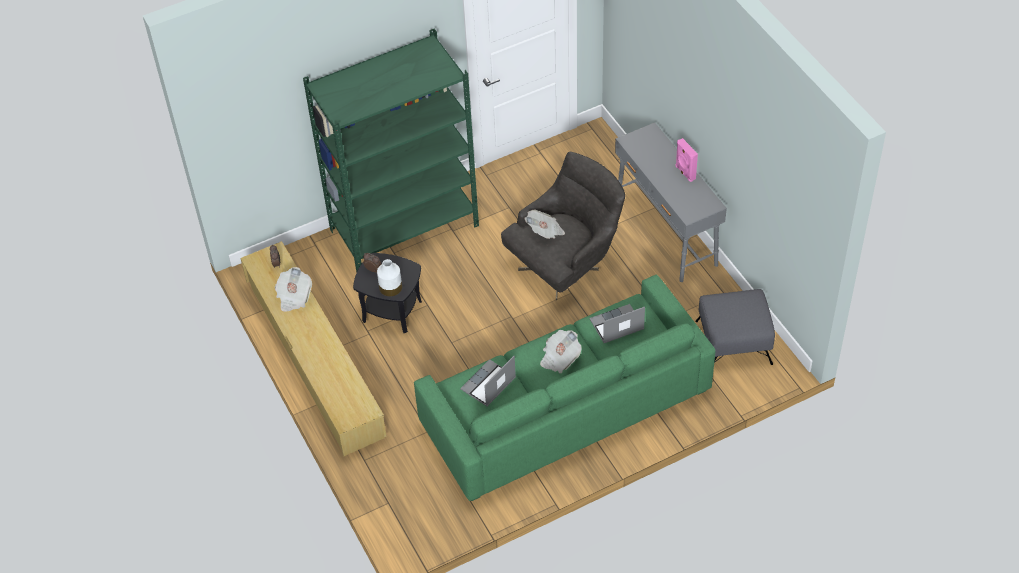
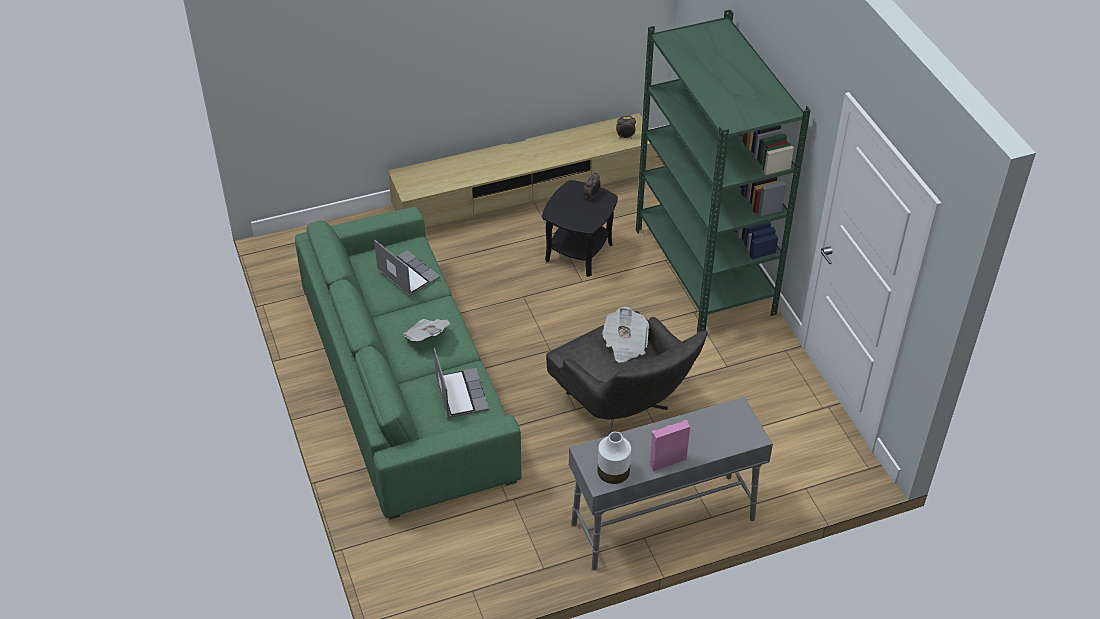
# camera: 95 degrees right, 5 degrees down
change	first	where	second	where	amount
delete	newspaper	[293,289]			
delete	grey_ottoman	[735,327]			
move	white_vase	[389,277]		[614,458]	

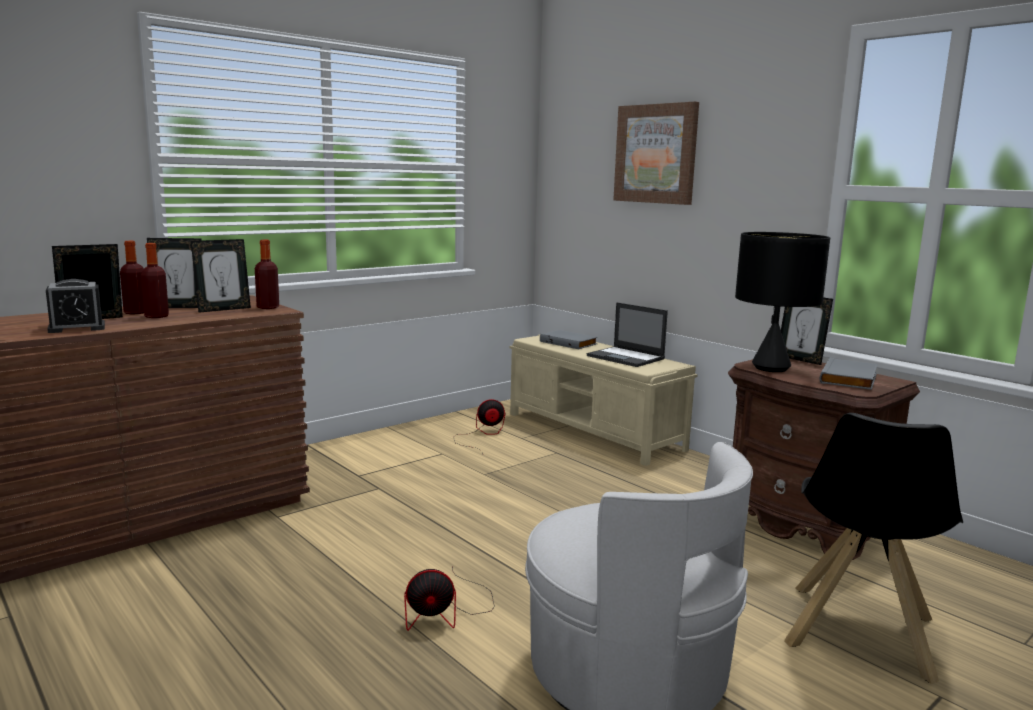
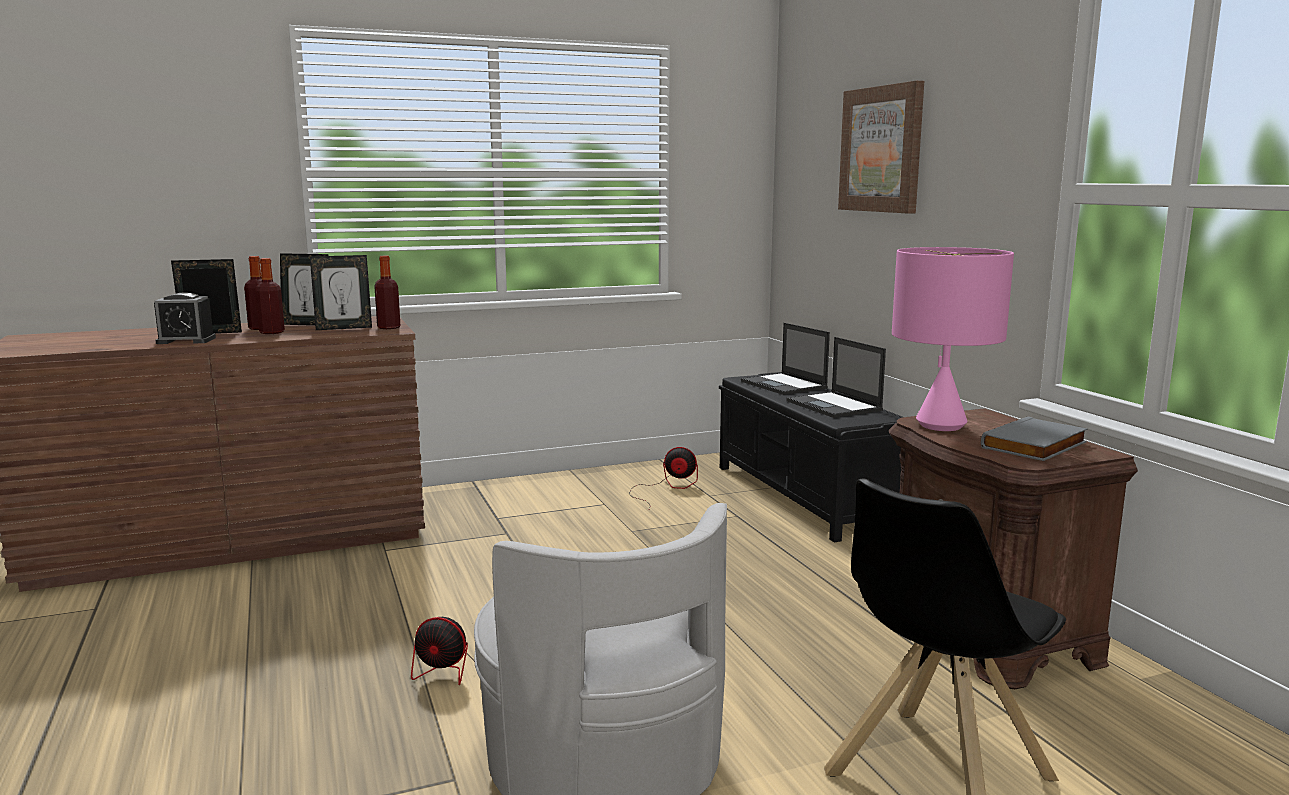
# camera: 20 degrees right, 0 degrees up
change	first	where	second	where	amount
delete	picture_frame	[807,331]			
replace	grey_book	[569,339]	laptop	[785,359]	
recolor	beige_bench	[604,400]	black_bench	[811,457]	
recolor	black_table_lamp	[782,302]	pink_table_lamp	[953,339]	

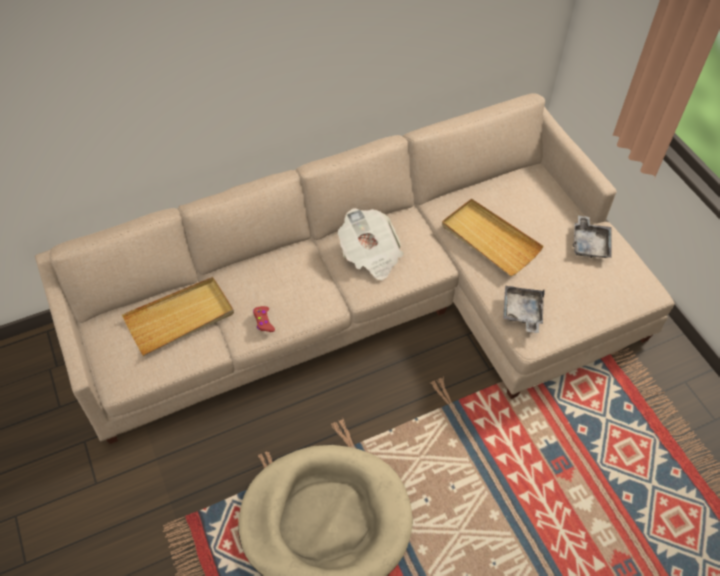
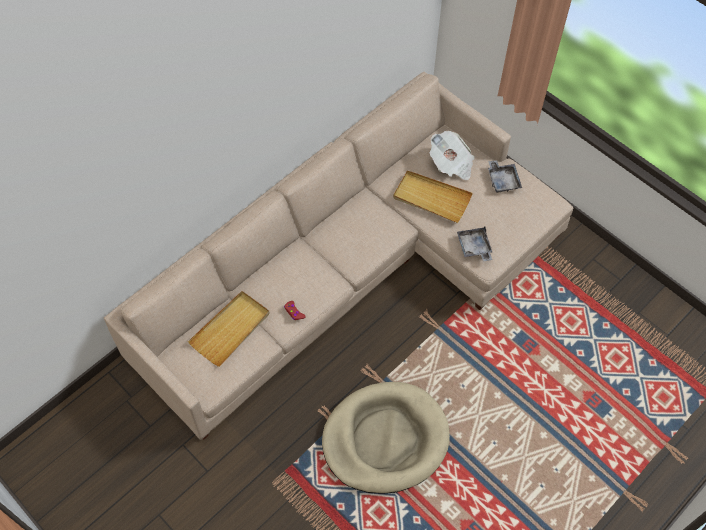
# camera: 20 degrees left, 5 degrees up
change	first	where	second	where	amount
move	newspaper	[370,244]		[452,155]	

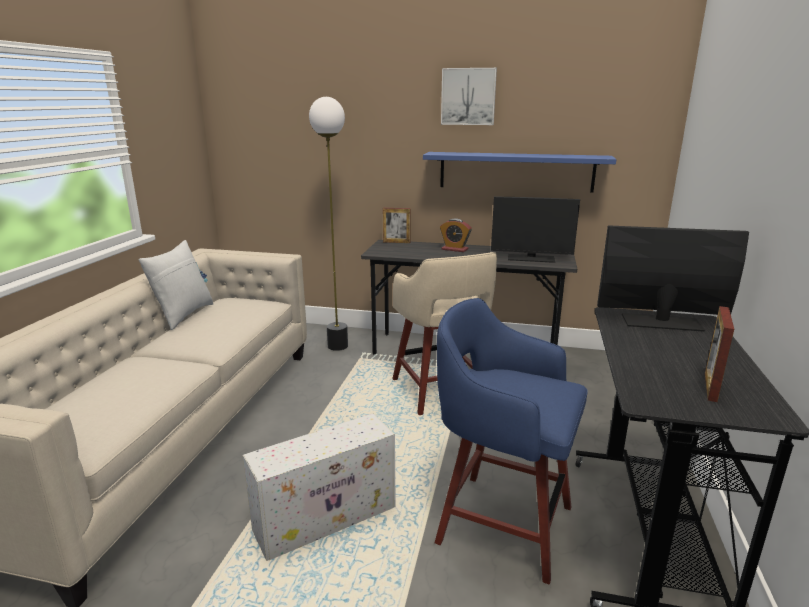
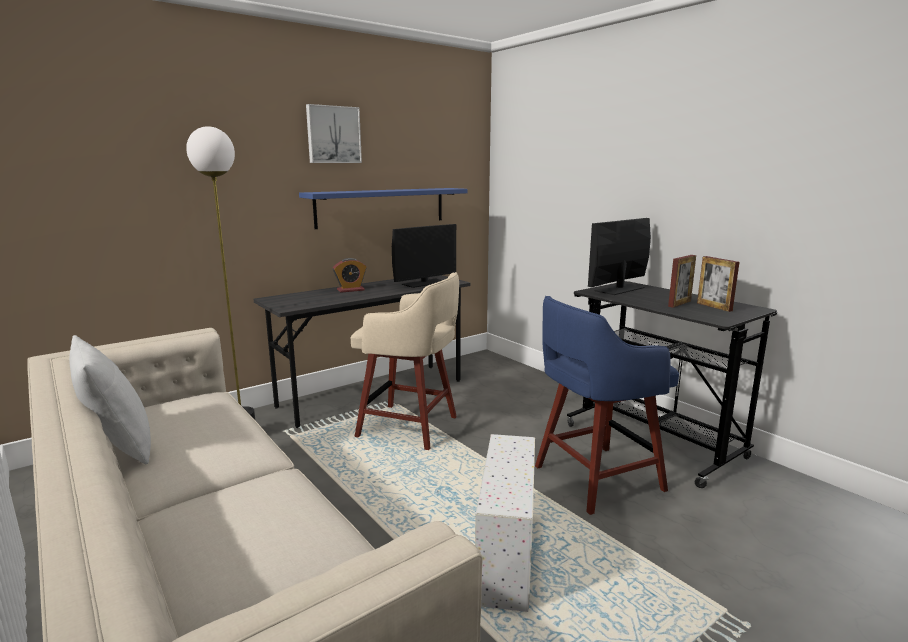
# camera: 50 degrees left, 5 degrees down
change	first	where	second	where	amount
move	picture_frame	[397,225]		[682,281]	

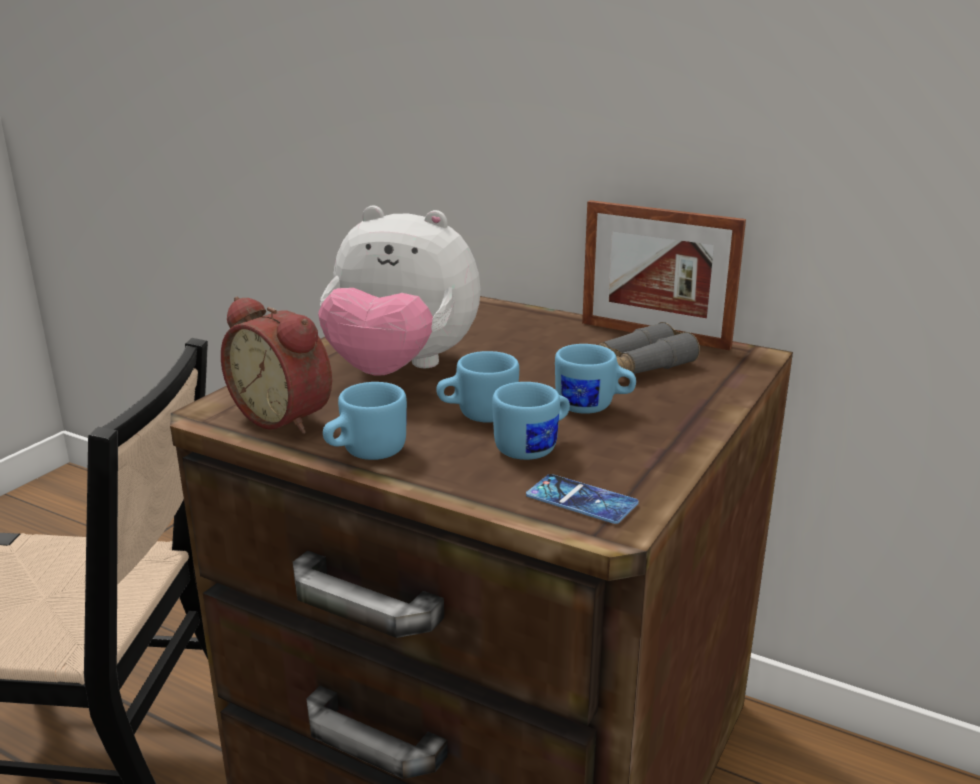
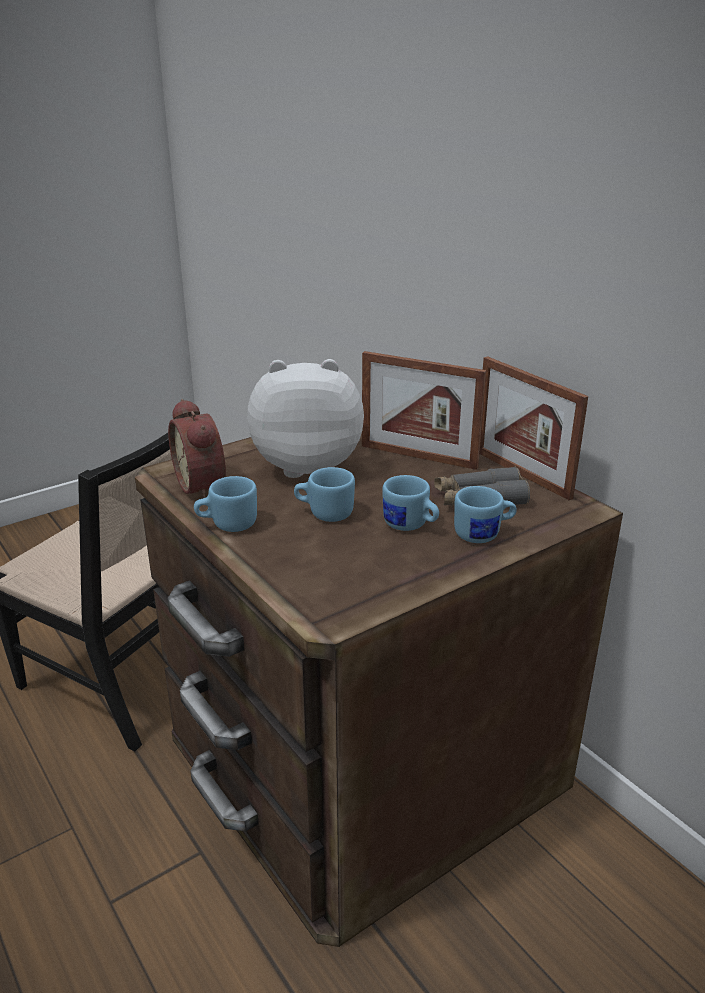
# camera: 25 degrees right, 5 degrees up
change	first	where	second	where	amount
delete	phone	[582,499]			
insert			picture_frame	[424,410]	
move	blue_mug	[531,421]		[485,514]	
rotate	plush_toy	[399,290]		[305,418]	135 degrees clockwise

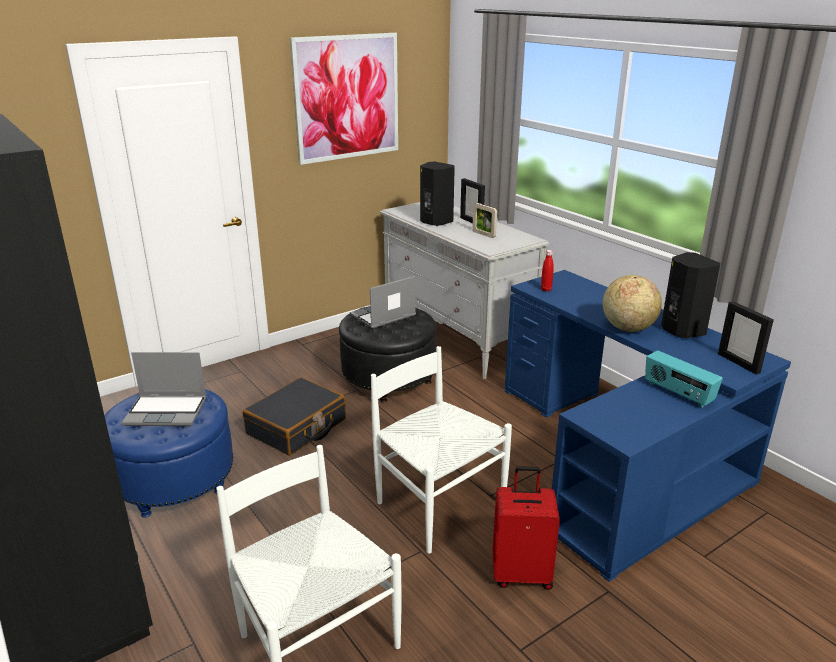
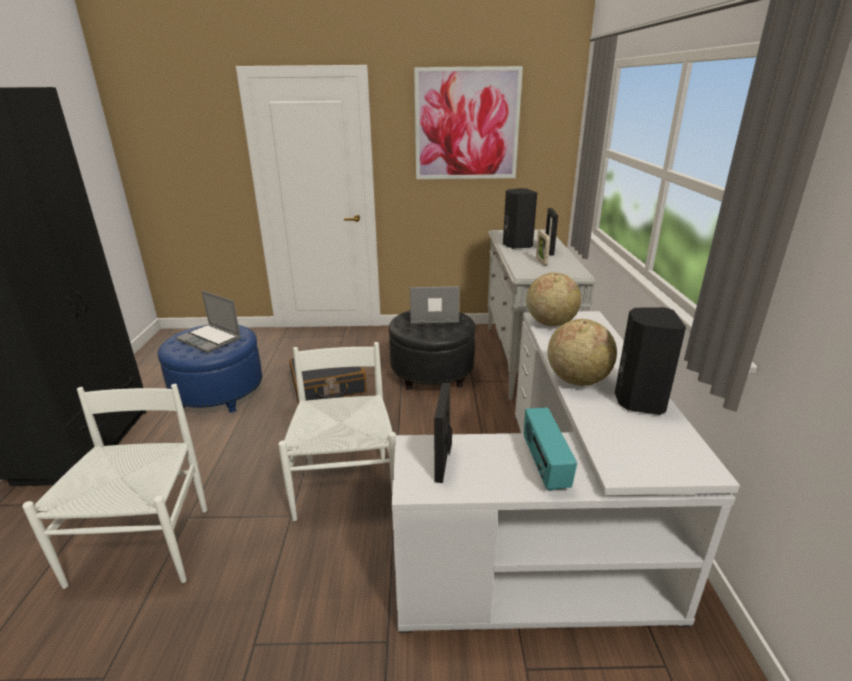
# camera: 35 degrees right, 0 degrees up
change	first	where	second	where	amount
delete	red_suitcase	[526,528]			
move	picture_frame	[746,338]		[443,433]	
replace	red_bottle	[547,271]	globe	[553,299]	
recolor	blue_desk	[648,426]	white_desk	[566,472]	

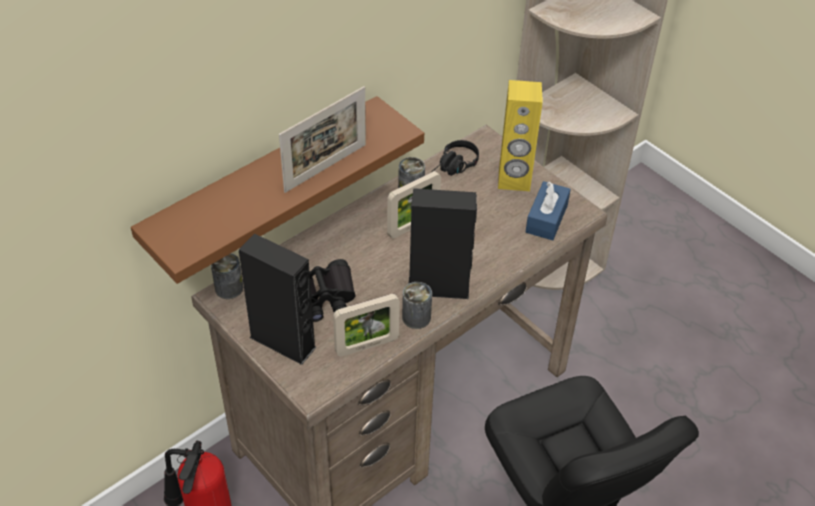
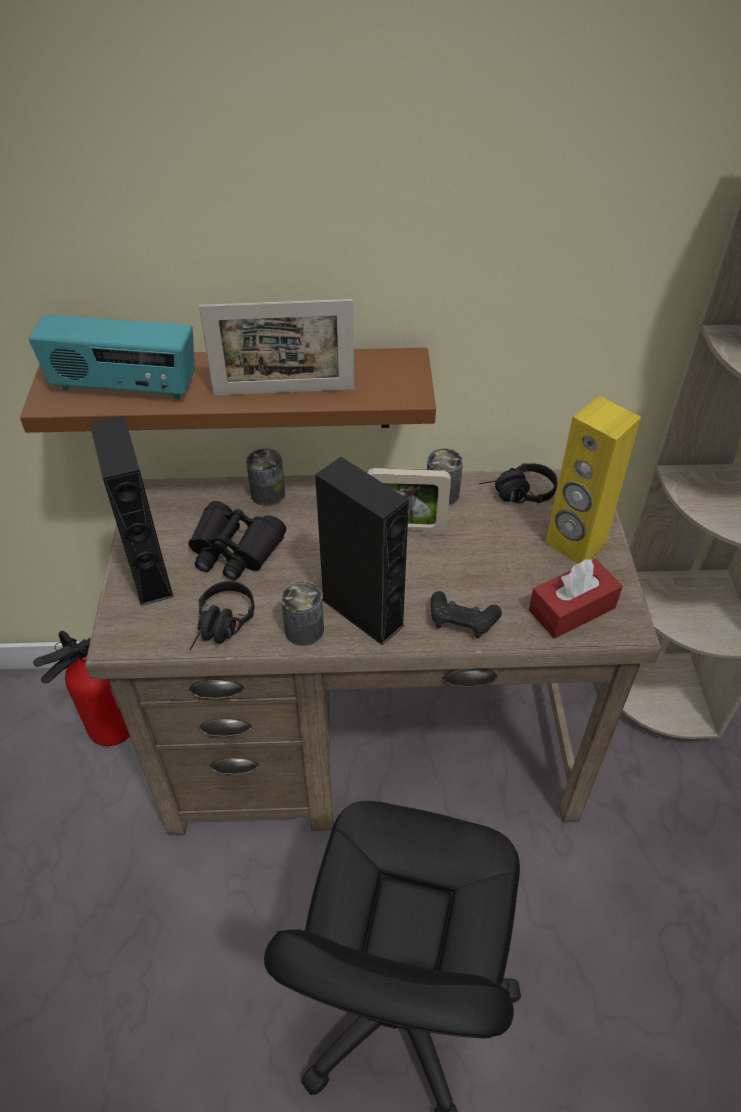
# camera: 40 degrees right, 0 degrees up
change	first	where	second	where	amount
insert			radio	[112,357]	
insert			black_game_controller	[466,614]	
move	can	[227,276]		[265,477]	
replace	picture_frame	[366,325]	black_headphones	[222,615]	
recolor	blue_tissue_box	[548,210]	red_tissue_box	[576,599]	

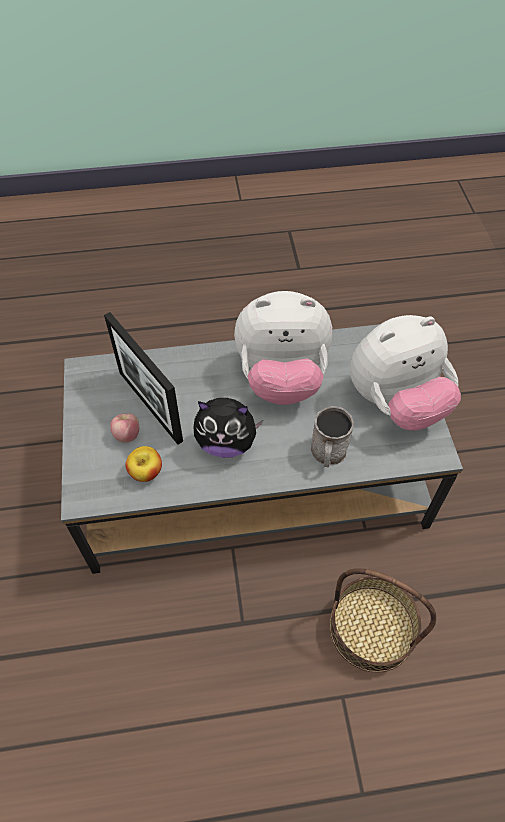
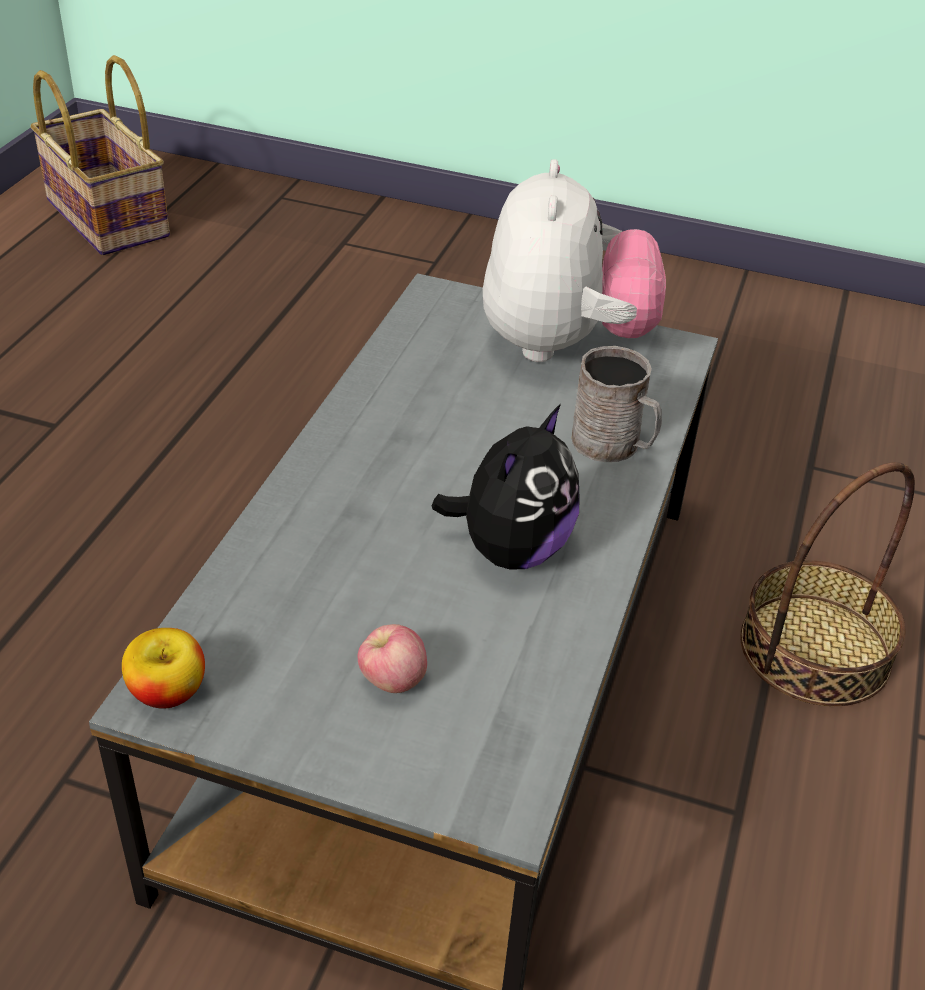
# camera: 65 degrees left, 15 degrees down
change	first	where	second	where	amount
delete	picture_frame	[143,378]			
delete	plush_toy	[283,348]			
insert			basket	[100,155]	
move	apple	[144,464]		[163,668]	

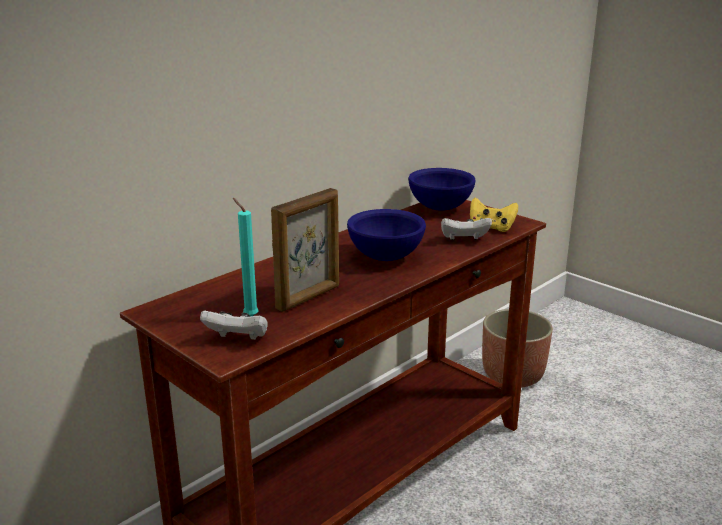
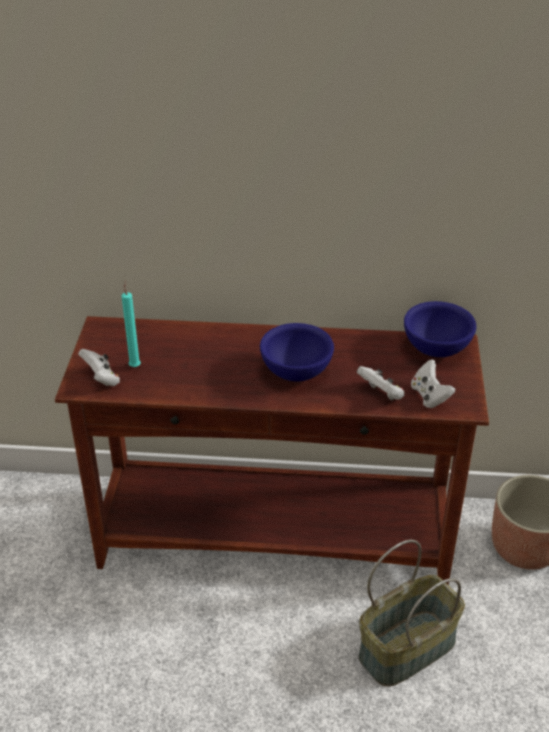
# camera: 50 degrees right, 15 degrees up
change	first	where	second	where	amount
delete	picture_frame	[305,250]			
insert			basket	[411,613]	
recolor	yellow_game_controller	[494,215]	white_game_controller	[433,383]	

